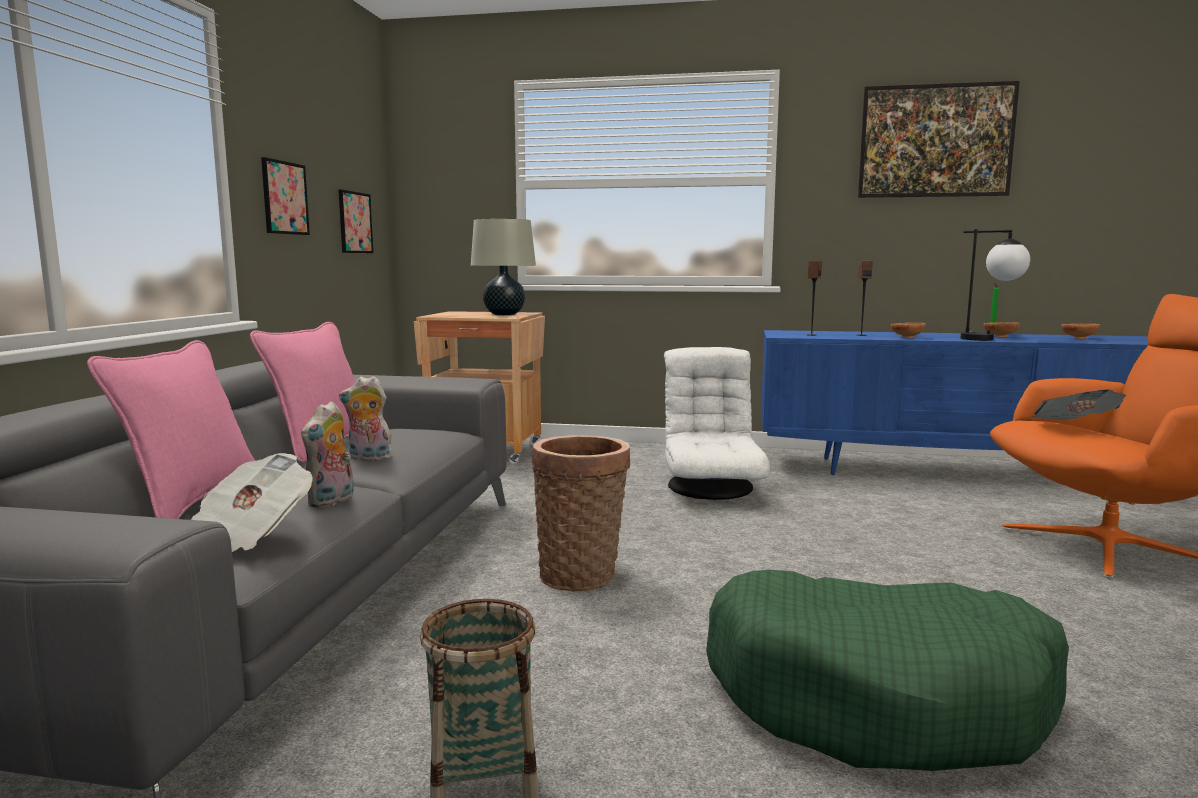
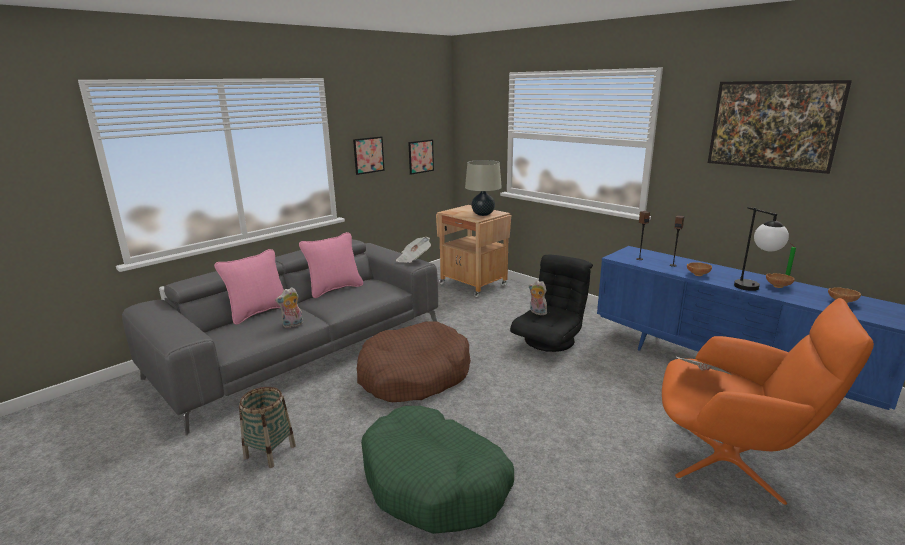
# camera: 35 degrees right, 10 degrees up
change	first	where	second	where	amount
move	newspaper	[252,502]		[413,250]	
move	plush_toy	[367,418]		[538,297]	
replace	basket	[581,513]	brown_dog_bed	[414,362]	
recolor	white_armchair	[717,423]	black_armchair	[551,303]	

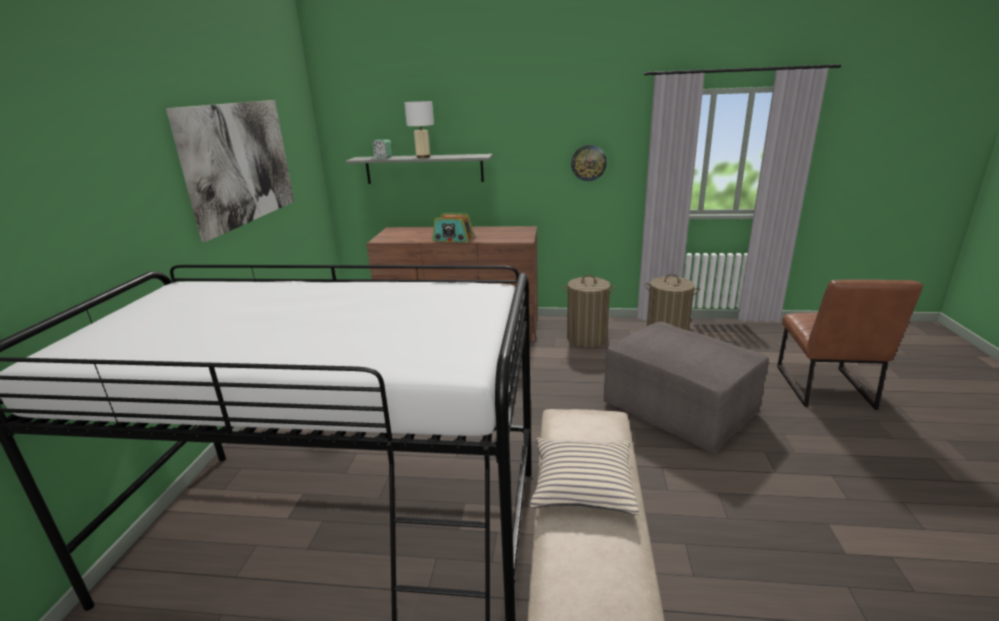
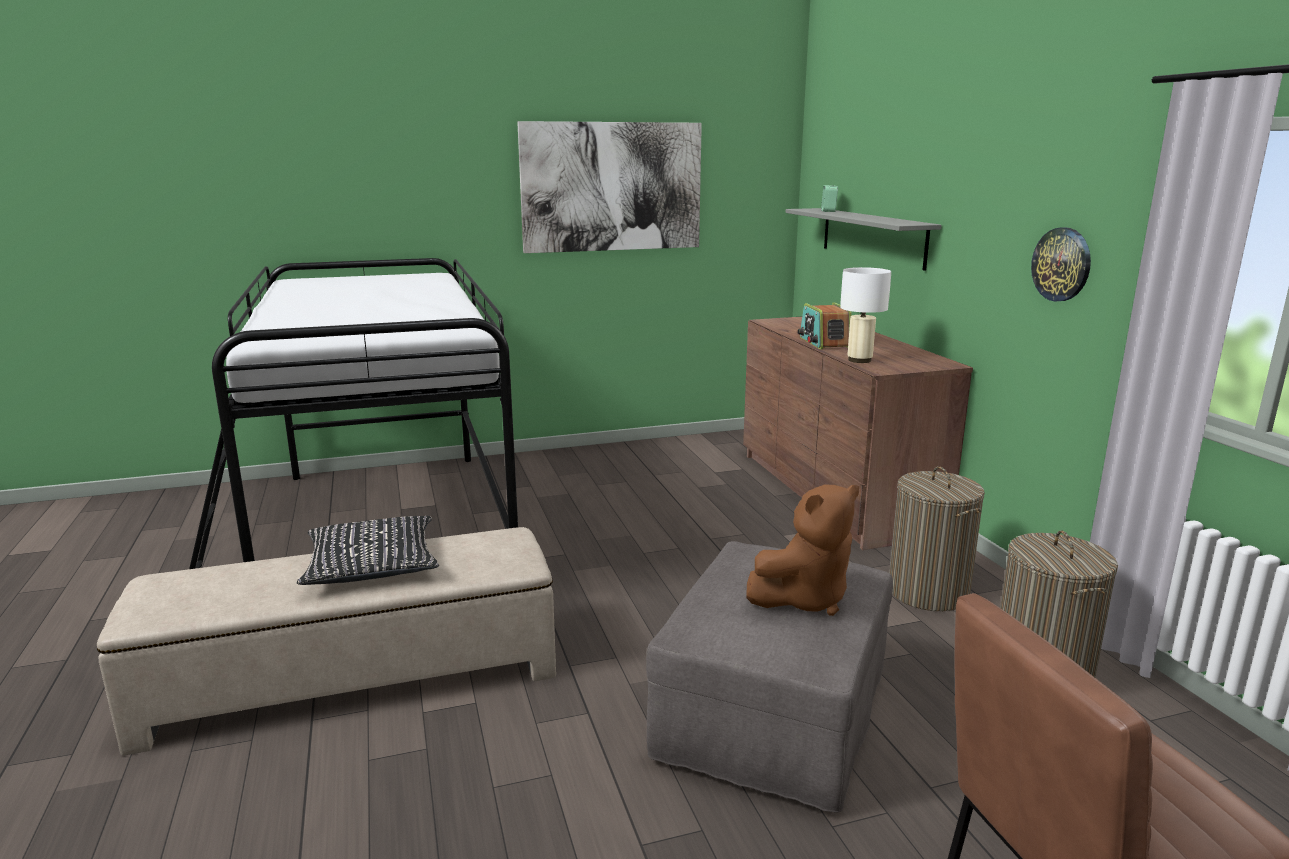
# camera: 65 degrees right, 5 degrees down
change	first	where	second	where	amount
insert			brown_plush_toy	[802,550]	
move	white_table_lamp	[419,129]		[865,315]	
recolor	beige_pillow	[584,476]	black_pillow	[368,550]	

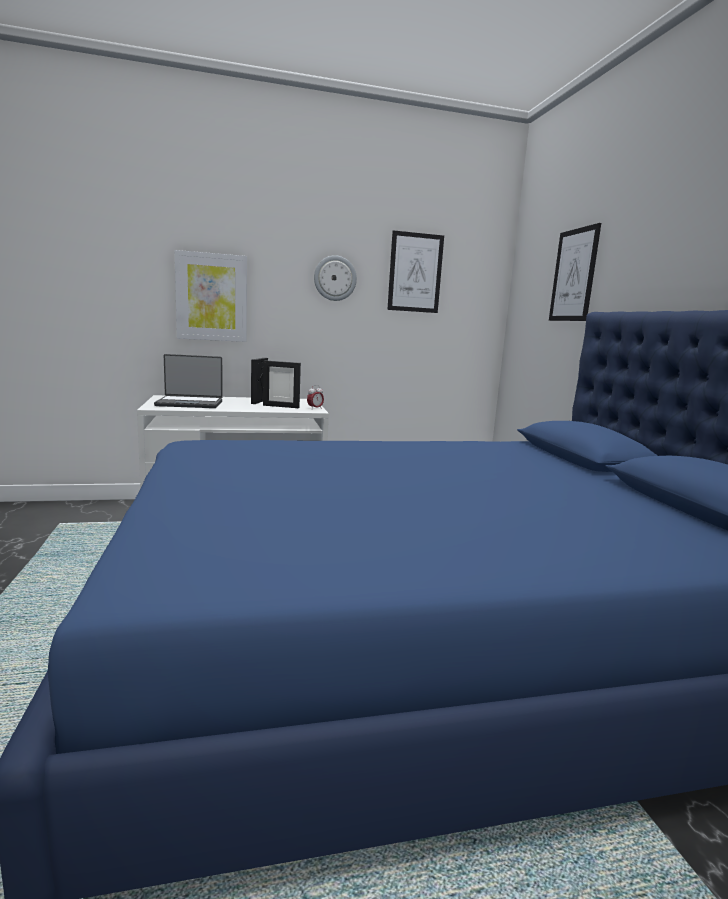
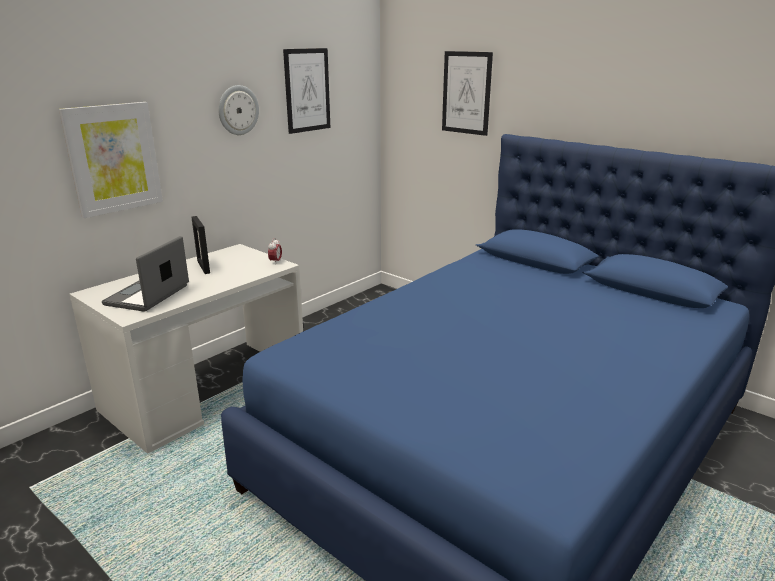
# camera: 35 degrees left, 10 degrees up
change	first	where	second	where	amount
delete	picture_frame	[282,384]			
rotate	laptop	[188,381]		[145,274]	150 degrees clockwise

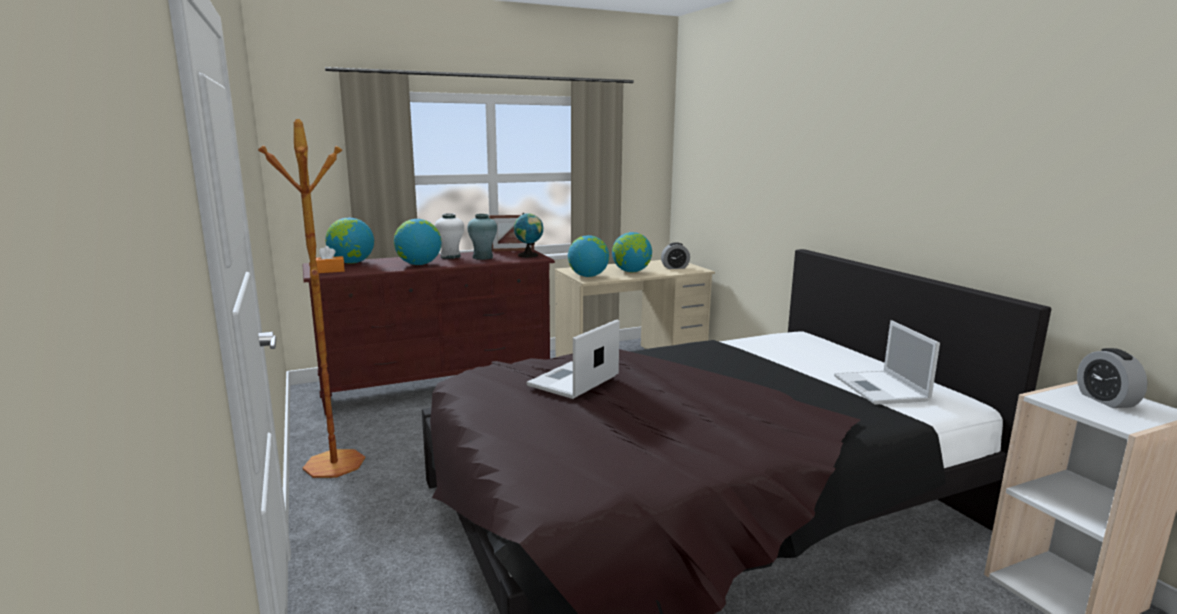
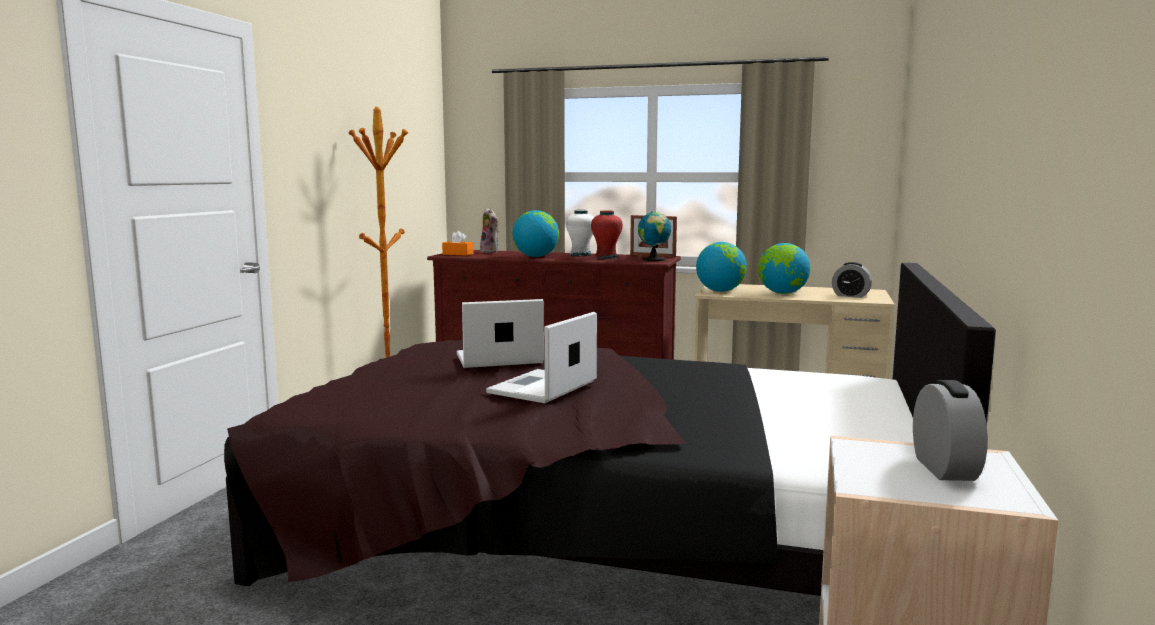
# camera: 40 degrees right, 5 degrees down
change	first	where	second	where	amount
move	laptop	[887,362]		[541,357]	
replace	globe	[349,241]	plush_toy	[489,230]	
recolor	turquoise_vase	[482,237]	red_vase	[607,234]	
rotate	alarm_clock	[1112,378]		[950,430]	150 degrees clockwise

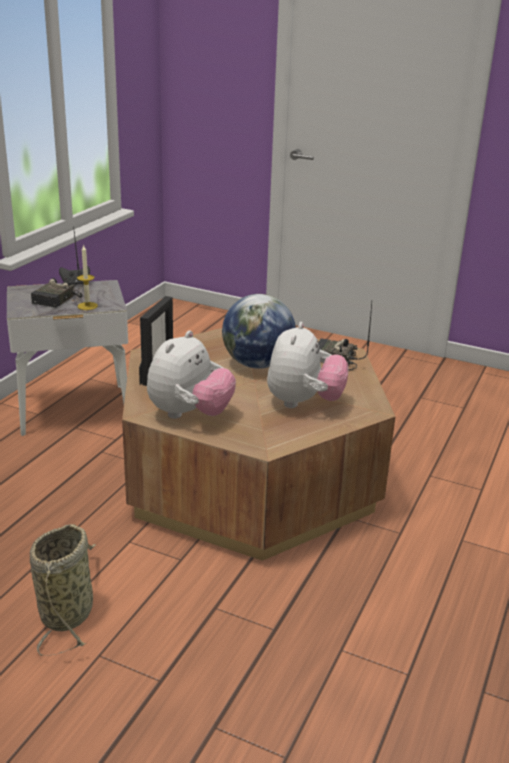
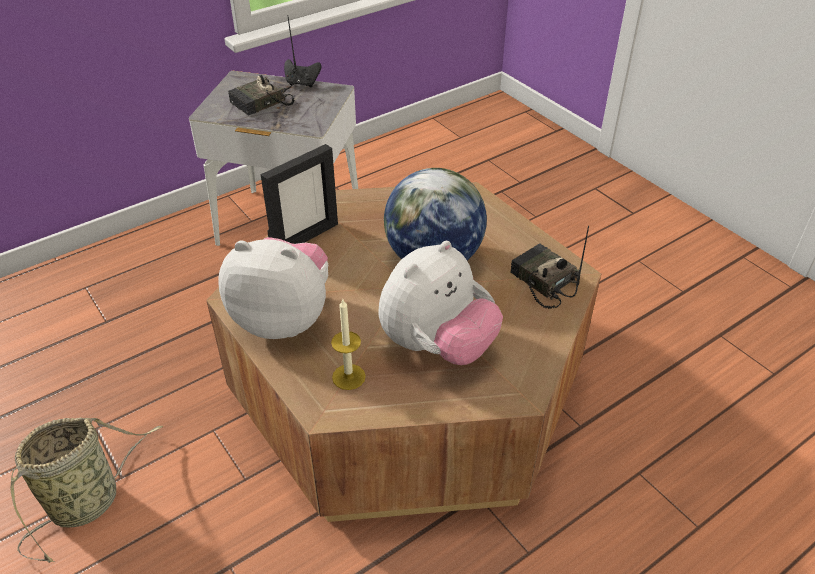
# camera: 30 degrees right, 15 degrees up
change	first	where	second	where	amount
move	candle	[87,277]		[348,344]	
rotate	plush_toy	[191,374]		[273,288]	135 degrees counterclockwise

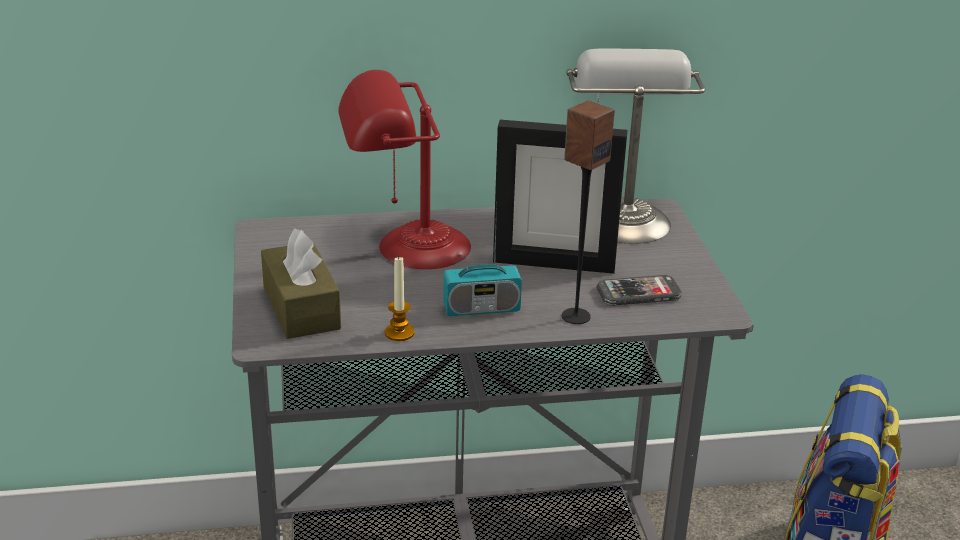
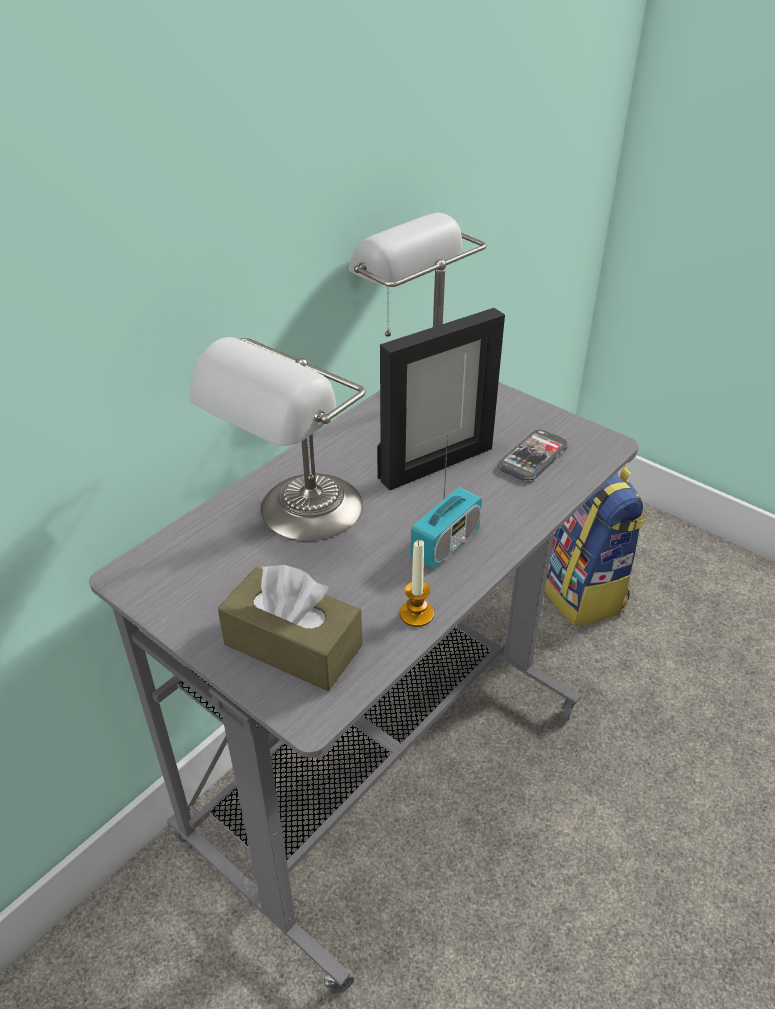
# camera: 40 degrees left, 10 degrees up
change	first	where	second	where	amount
delete	speaker	[588,212]			
recolor	red_table_lamp	[404,169]	white_table_lamp	[277,439]	

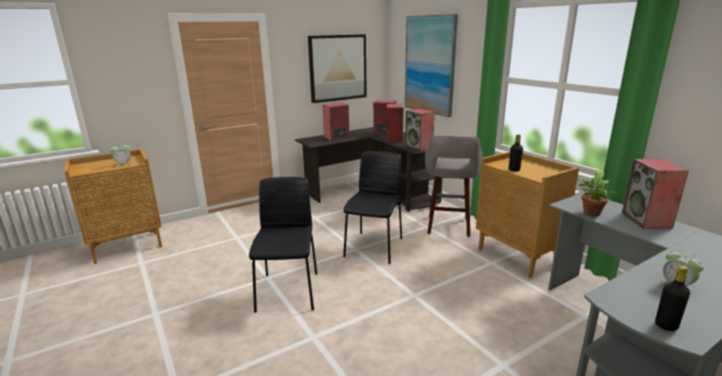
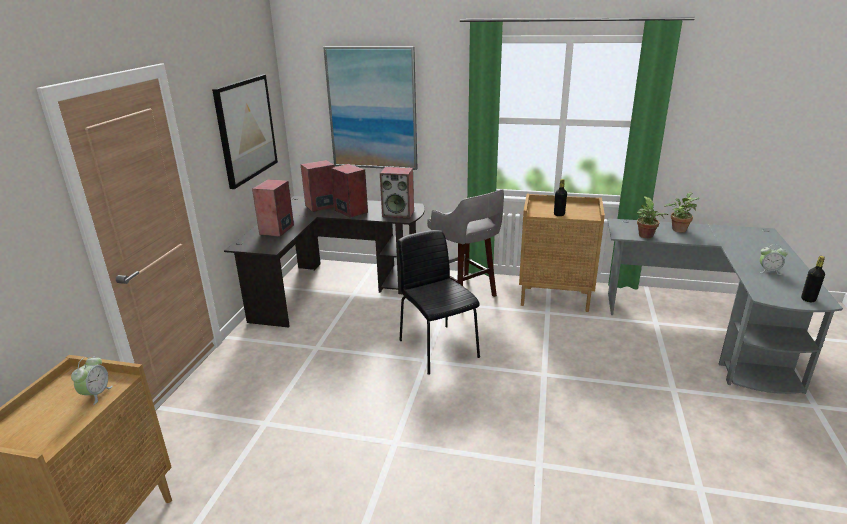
# camera: 45 degrees left, 5 degrees up
change	first	where	second	where	amount
delete	black_chair	[283,245]			
replace	speaker	[655,194]	potted_plant	[681,212]	

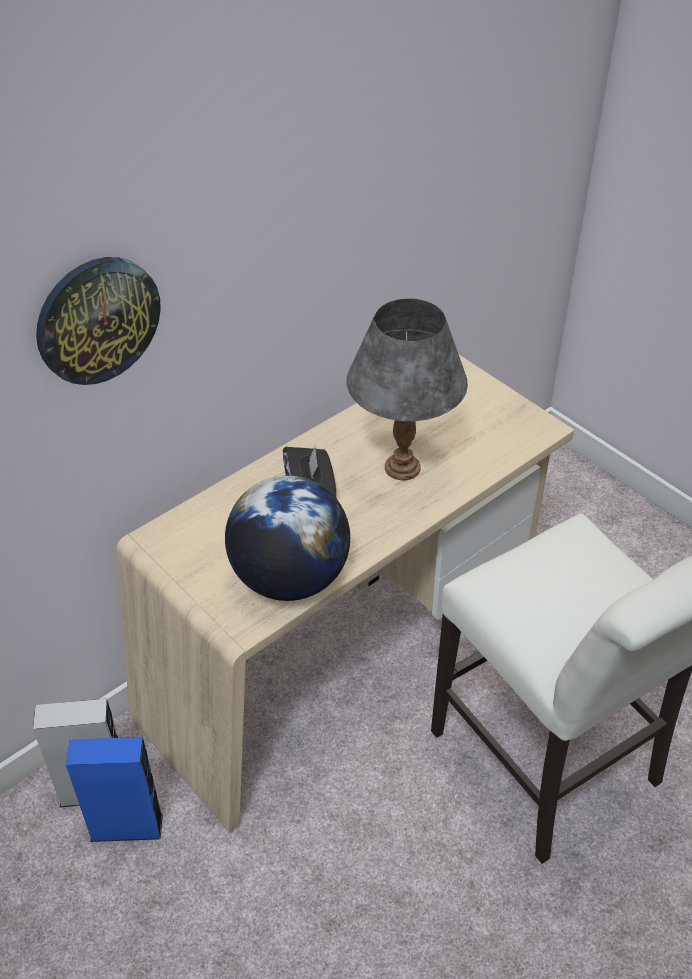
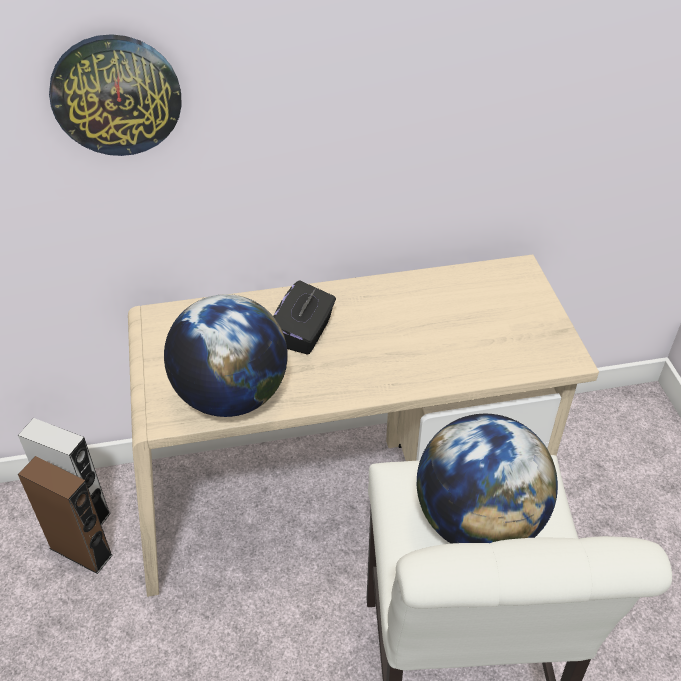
# camera: 30 degrees right, 0 degrees up
change	first	where	second	where	amount
delete	grey_table_lamp	[407,389]			
insert			globe	[487,479]	
recolor	blue_speaker	[114,789]	brown_speaker	[65,515]	

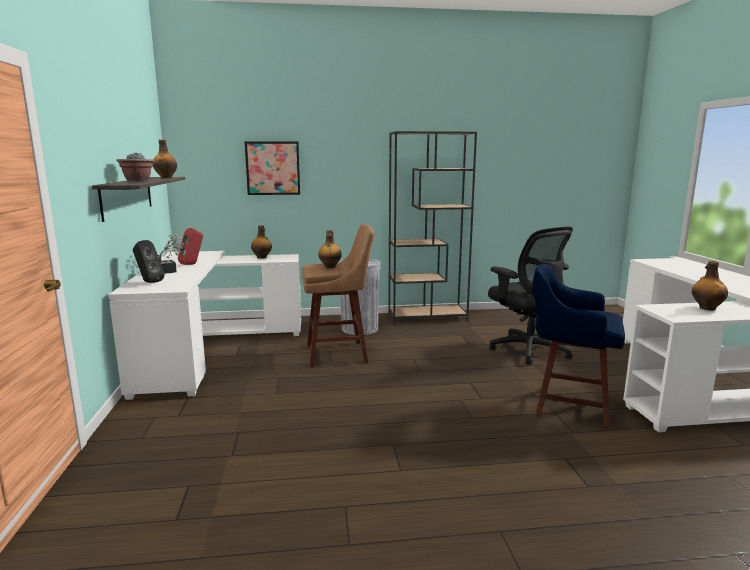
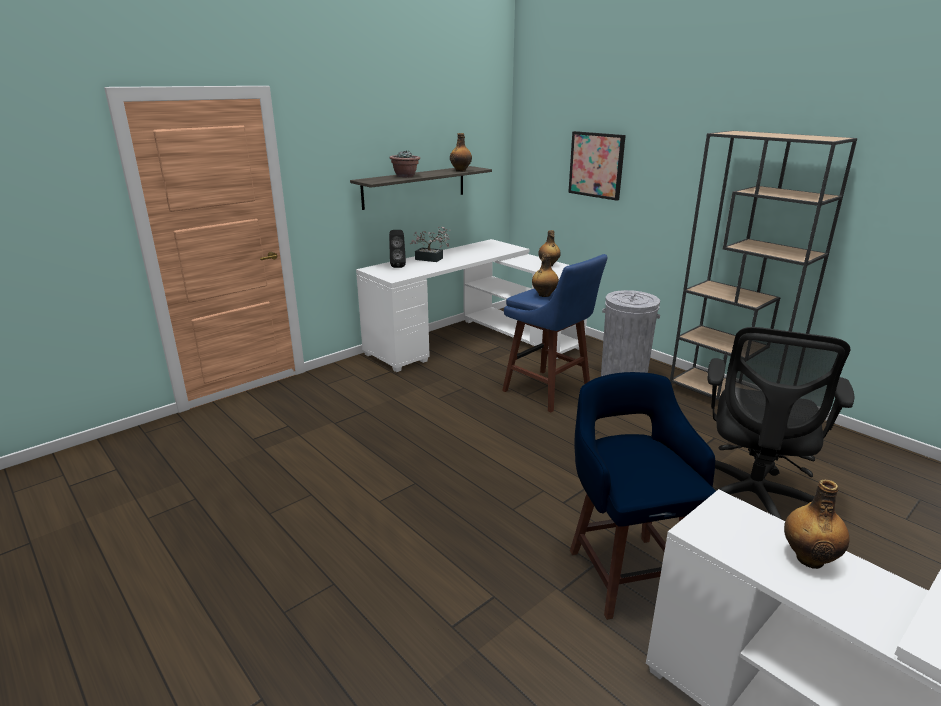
# camera: 55 degrees right, 10 degrees up
change	first	where	second	where	amount
delete	red_speaker	[190,246]			
recolor	brown_stool	[338,295]	blue_stool	[554,333]	

